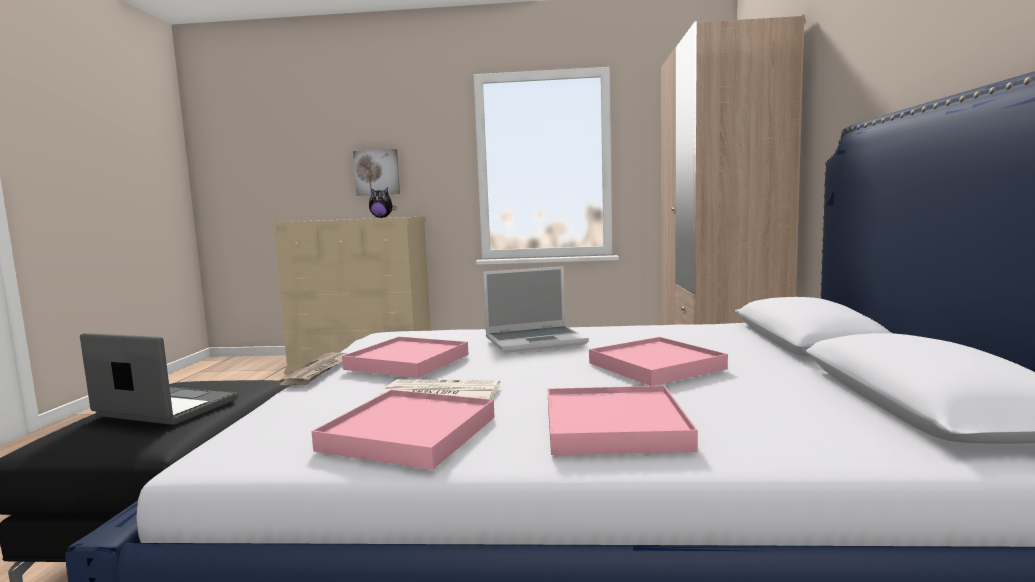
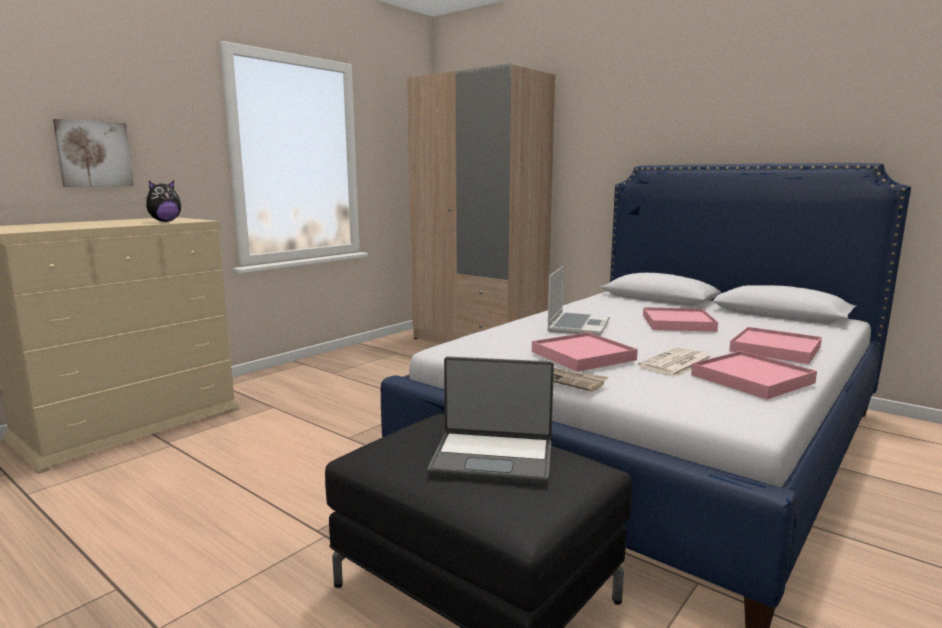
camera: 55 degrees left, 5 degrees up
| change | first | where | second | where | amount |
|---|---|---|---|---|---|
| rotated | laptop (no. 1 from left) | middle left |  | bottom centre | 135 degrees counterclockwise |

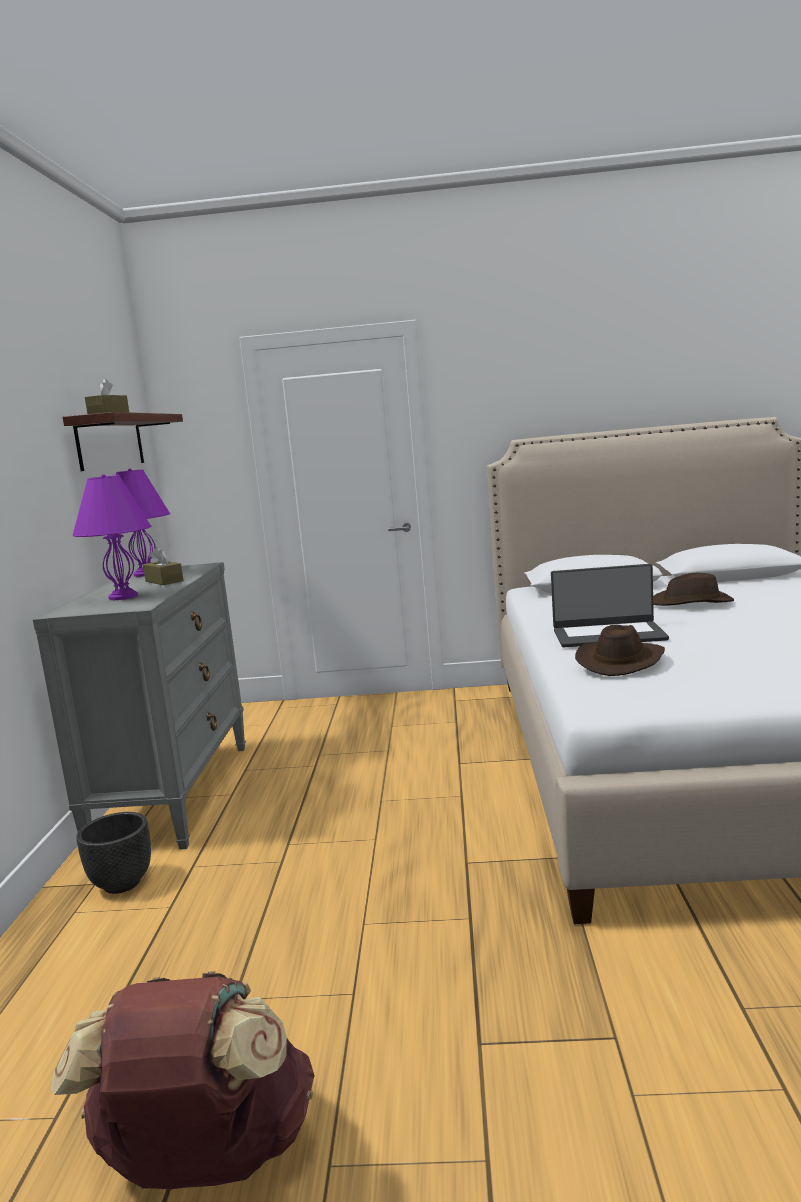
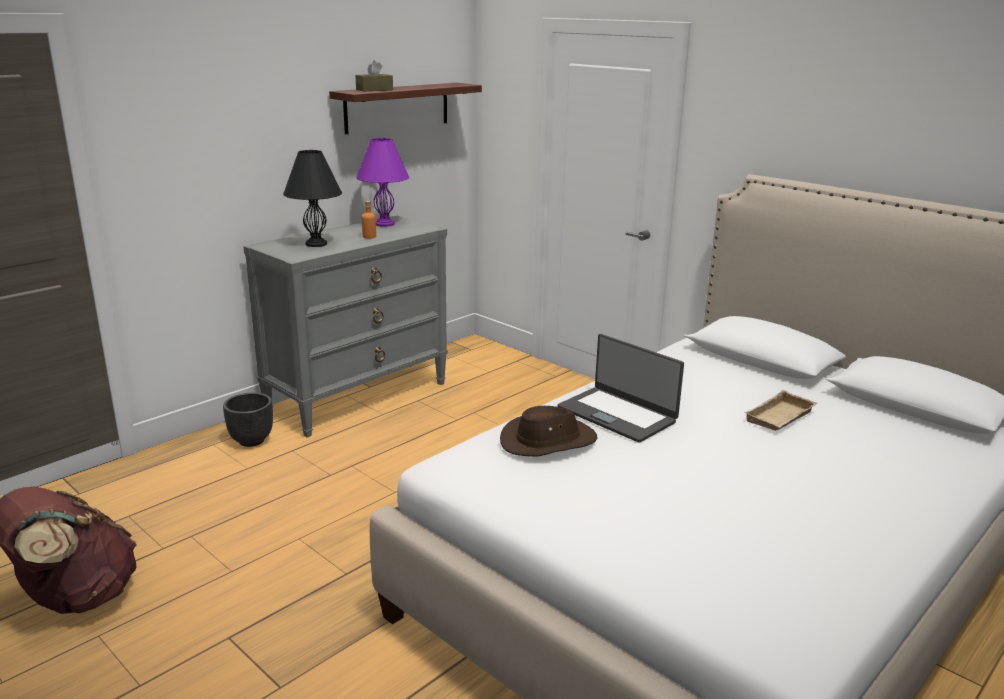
camera: 40 degrees right, 10 degrees up
| change | first | where | second | where | amount |
|---|---|---|---|---|---|
| repainted | table lamp (purple) (no. 1 from left) | middle left | table lamp (black) | top left |  |
| swapped | tissue box (brown) (no. 2 from left) | middle left | bottle (orange) | top centre |  |
| swapped | hat (brown) (no. 2 from left) | middle right | tray (beige) | middle right |  |

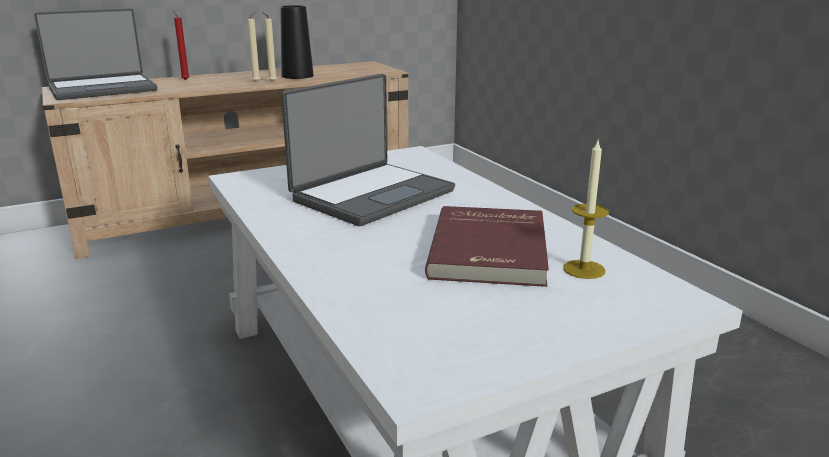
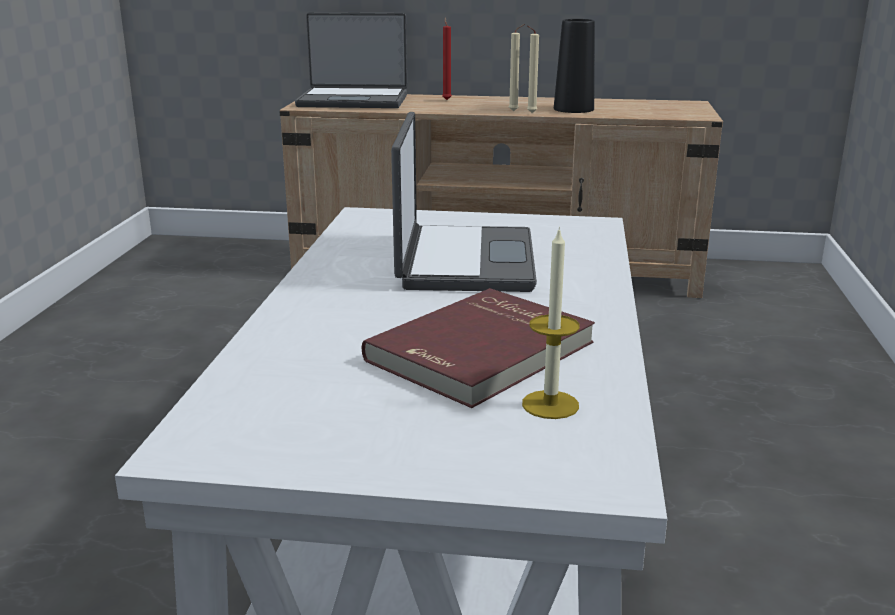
camera: 35 degrees right, 0 degrees up
| change | first | where | second | where | amount |
|---|---|---|---|---|---|
| rotated | laptop (no. 2 from left) | top centre |  | top centre | 75 degrees counterclockwise |

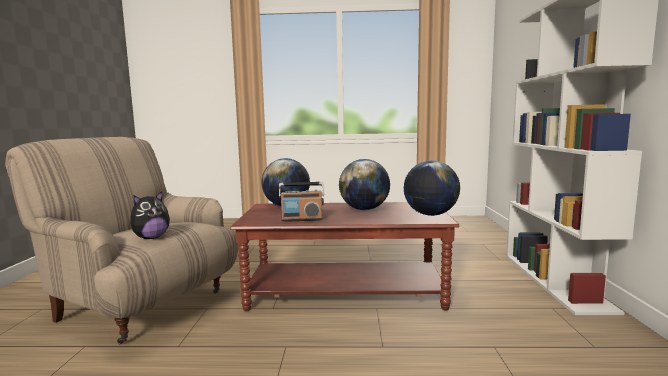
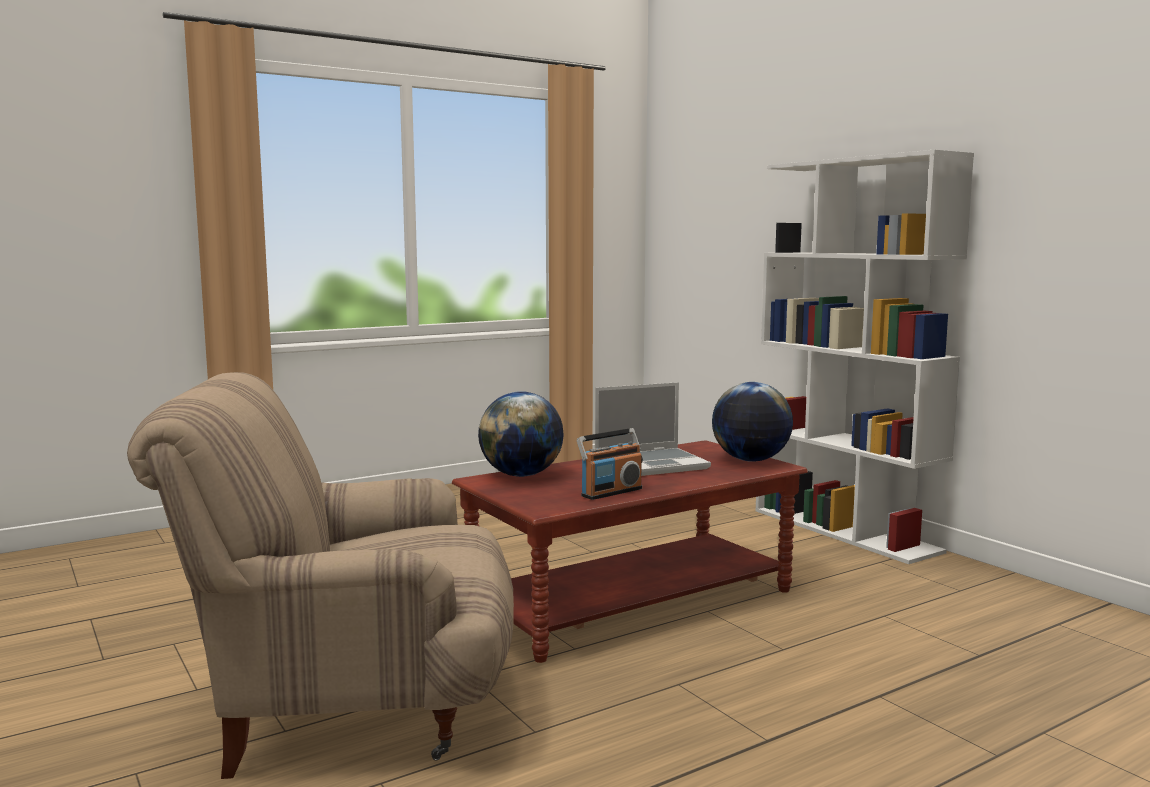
camera: 35 degrees left, 0 degrees up
| change | first | where | second | where | amount |
|---|---|---|---|---|---|
| swapped | globe (no. 2 from left) | centre | laptop | centre |  |
| gone | plush toy | middle left |  |  |  |

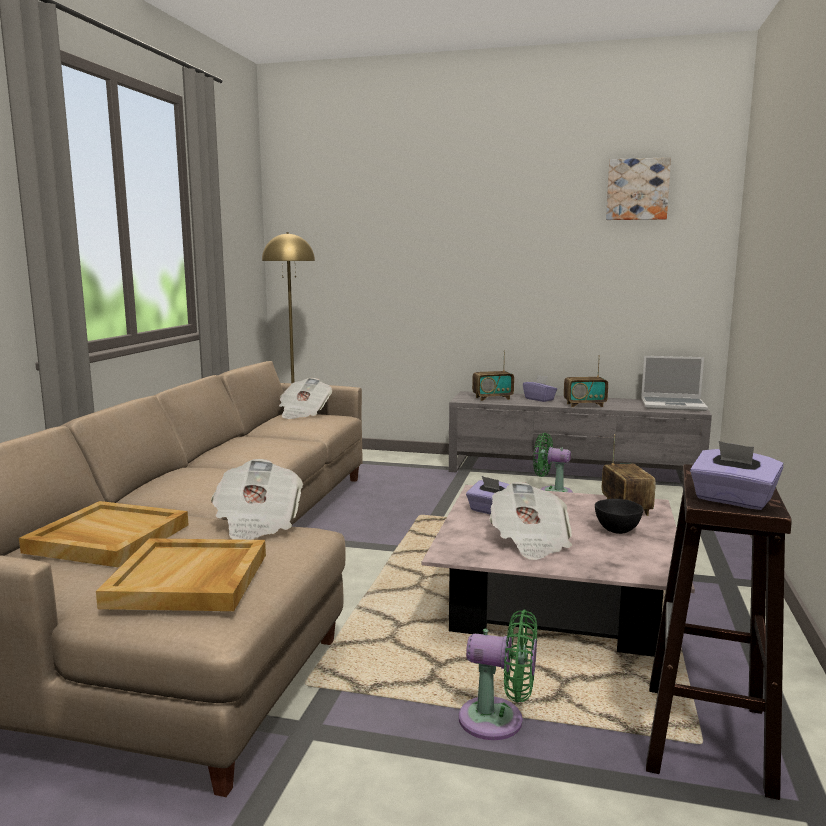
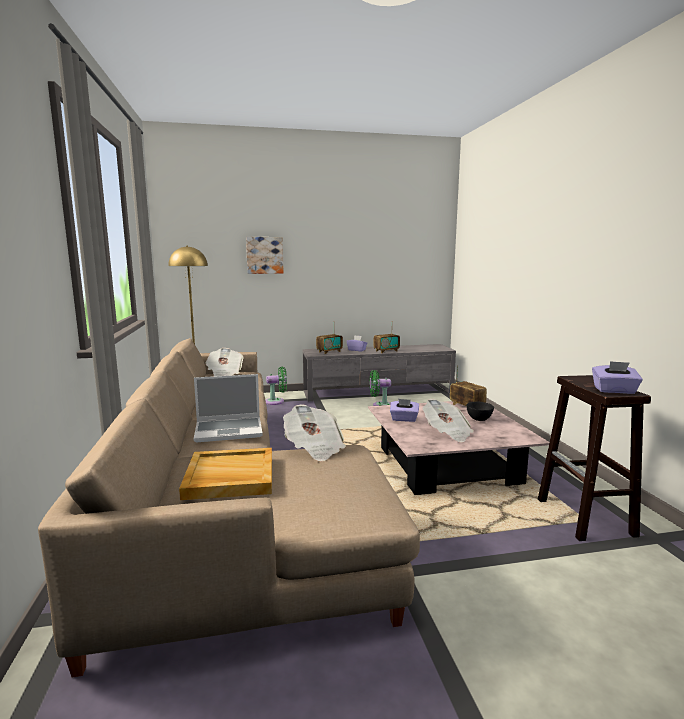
camera: 25 degrees left, 0 degrees up
| change | first | where | second | where | amount |
|---|---|---|---|---|---|
| shifted | laptop | middle right |  | centre |  |
| shifted | picture | top right |  | centre |  |
| shifted | fan (green) (no. 1 from left) | bottom centre |  | centre |  |
| gone | tray (beige) (no. 2 from left) | bottom left |  |  |  |

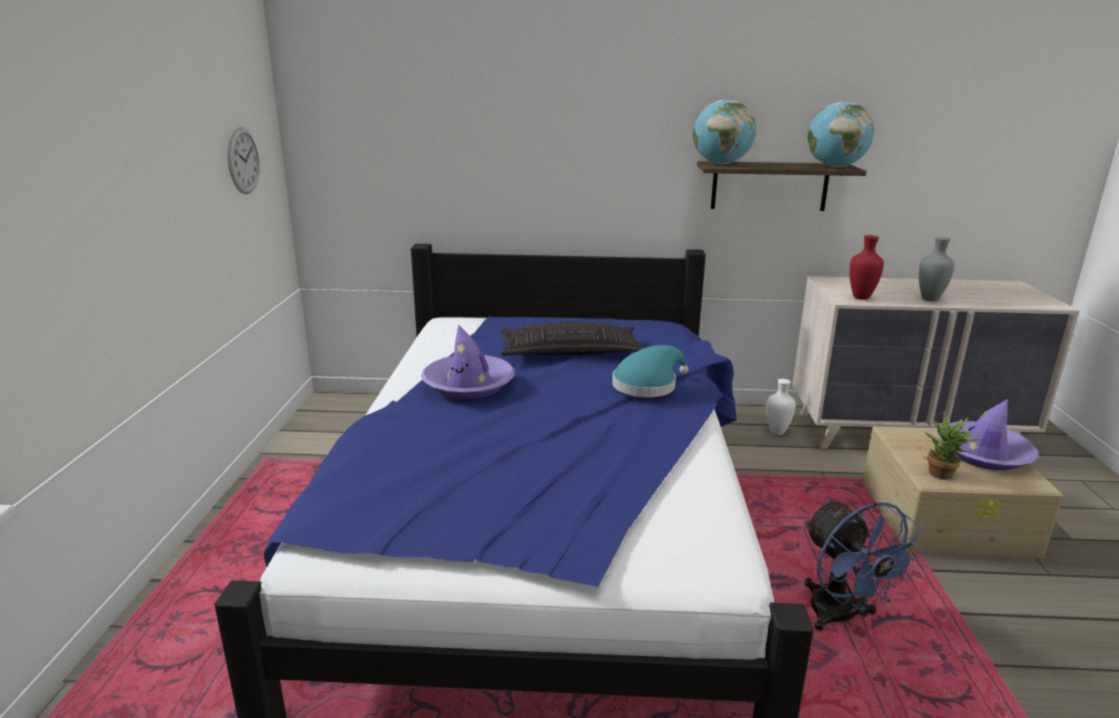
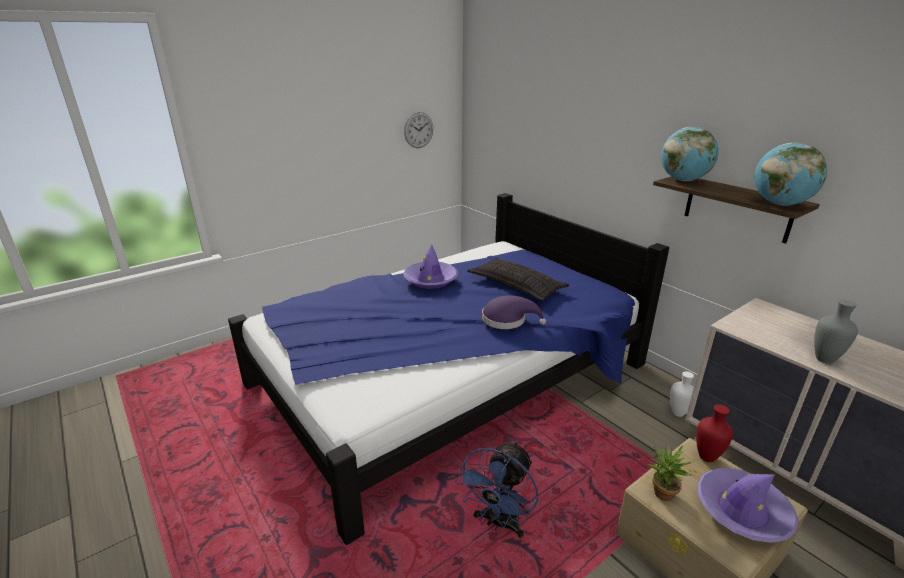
camera: 50 degrees right, 5 degrees up
| change | first | where | second | where | amount |
|---|---|---|---|---|---|
| repainted | hat (turquoise) | centre | hat (purple) (no. 2 from left) | centre |  |
| shifted | vase (red) | middle right |  | bottom right |  |

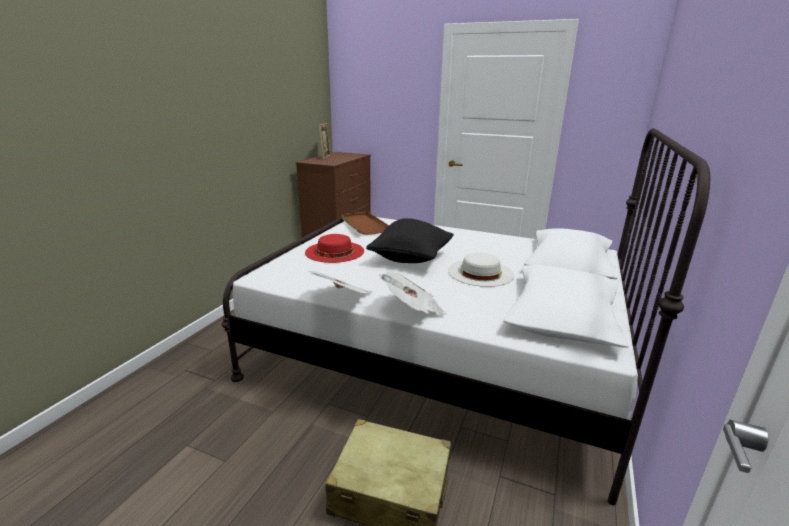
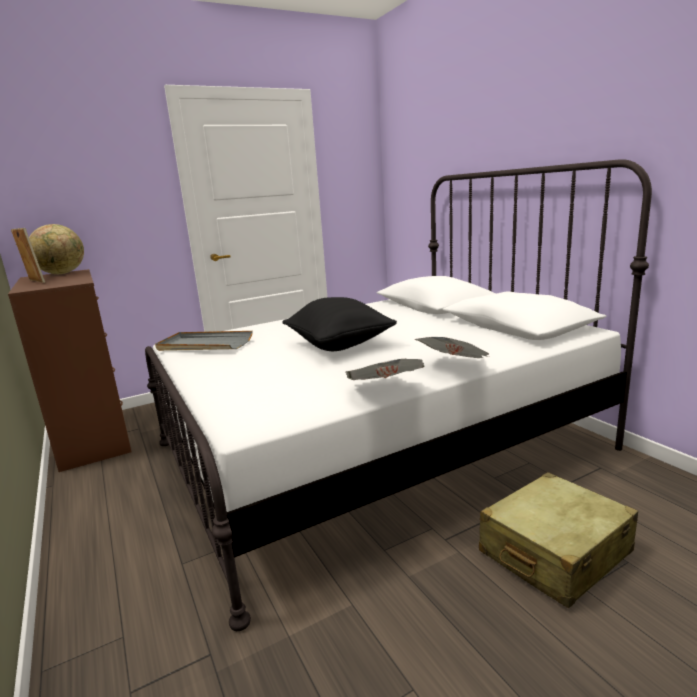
camera: 50 degrees left, 5 degrees down
| change | first | where | second | where | amount |
|---|---|---|---|---|---|
| new |  |  | globe | middle left |  |
| repainted | tray (brown) | centre | tray (grey) | middle left |  |
| gone | hat (red) | centre |  |  |  |
| gone | hat (white) | centre |  |  |  |

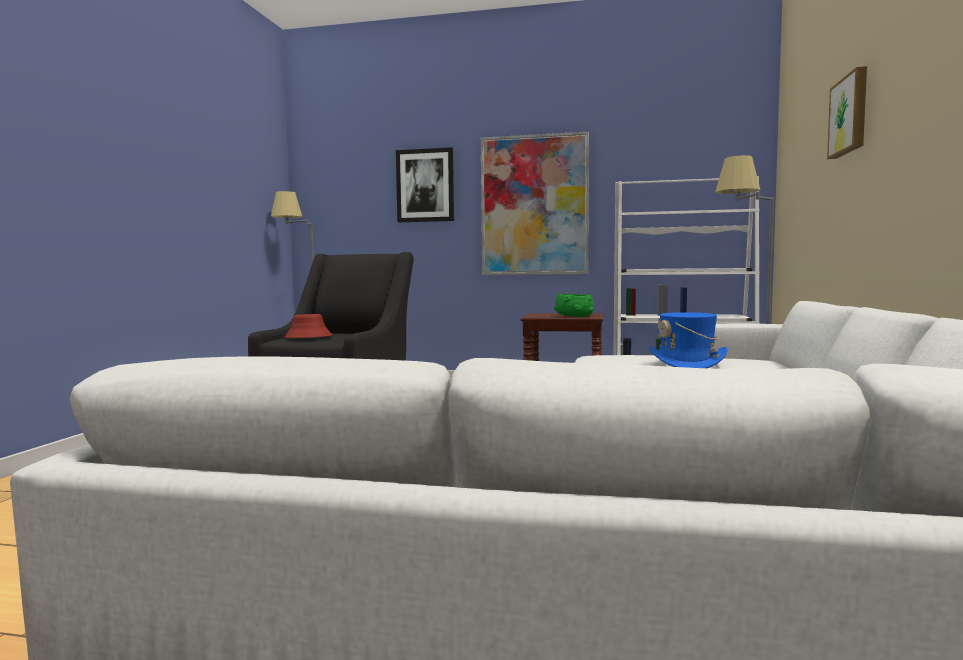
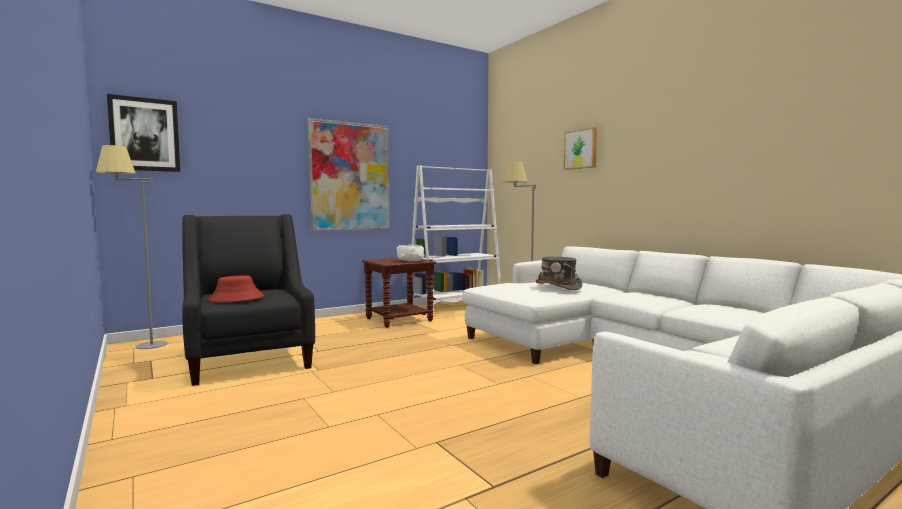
camera: 45 degrees left, 0 degrees up
| change | first | where | second | where | amount |
|---|---|---|---|---|---|
| shifted | picture (no. 1 from left) | top centre |  | top left |  |
| repainted | bowl (green) | centre | bowl (white) | centre |  |
| repainted | hat (blue) | middle right | hat (grey) | centre |  |

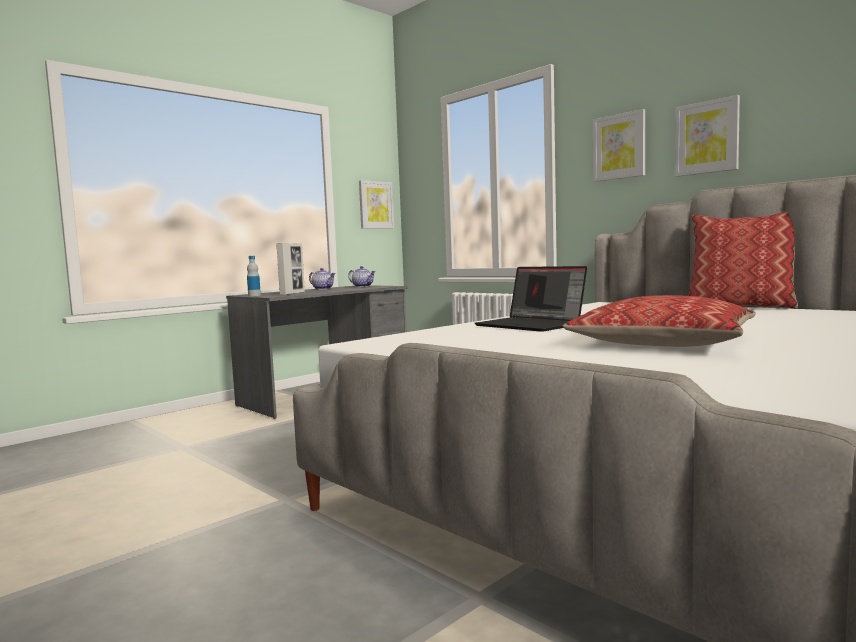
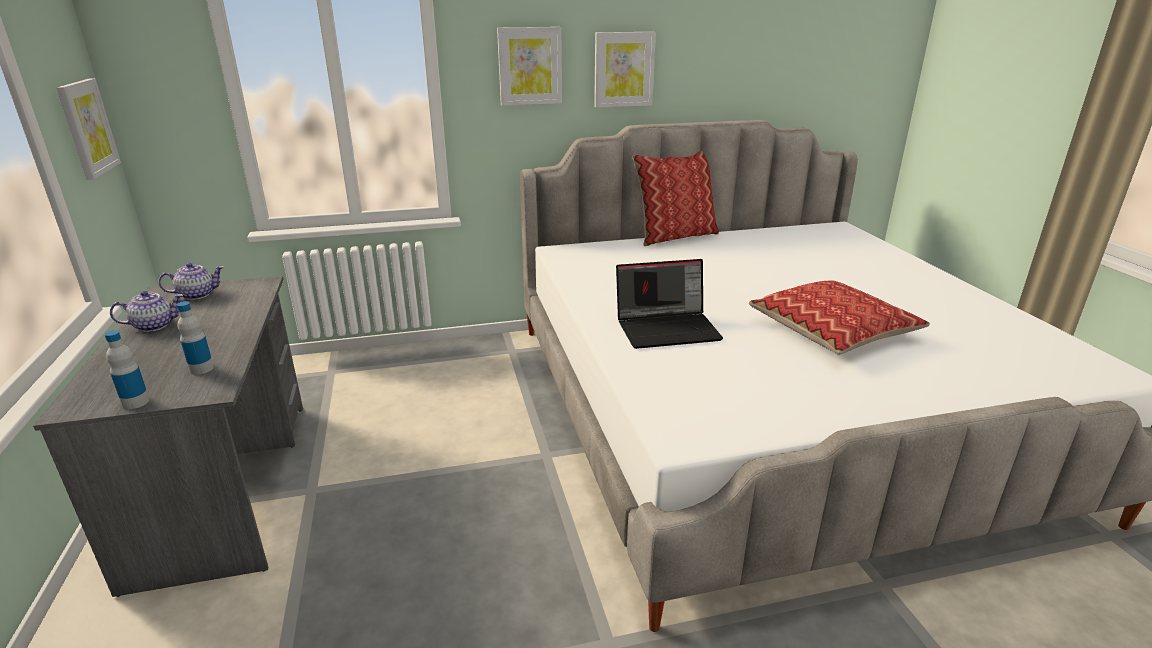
camera: 60 degrees left, 20 degrees up
| change | first | where | second | where | amount |
|---|---|---|---|---|---|
| swapped | picture frame | centre | bottle (no. 2 from left) | middle left |  |

